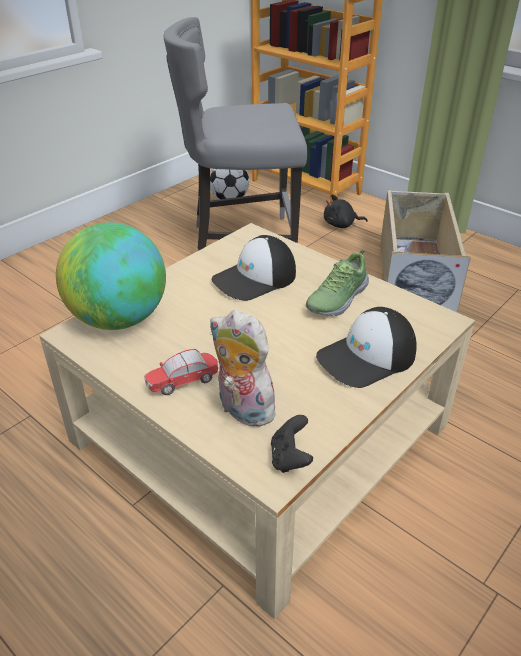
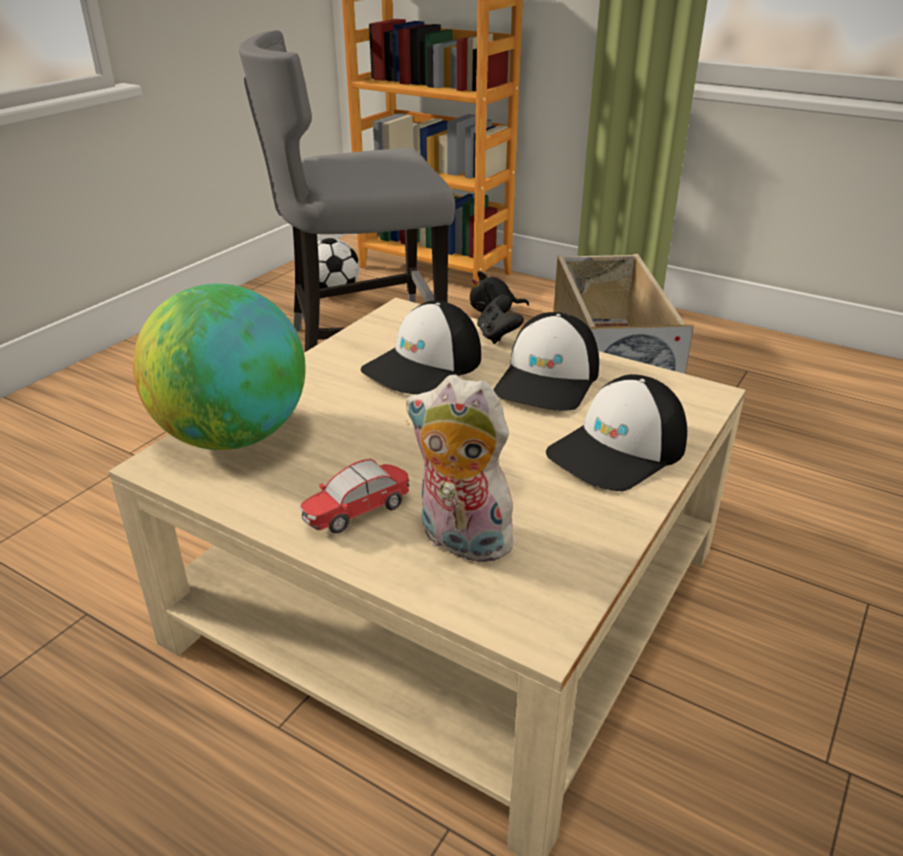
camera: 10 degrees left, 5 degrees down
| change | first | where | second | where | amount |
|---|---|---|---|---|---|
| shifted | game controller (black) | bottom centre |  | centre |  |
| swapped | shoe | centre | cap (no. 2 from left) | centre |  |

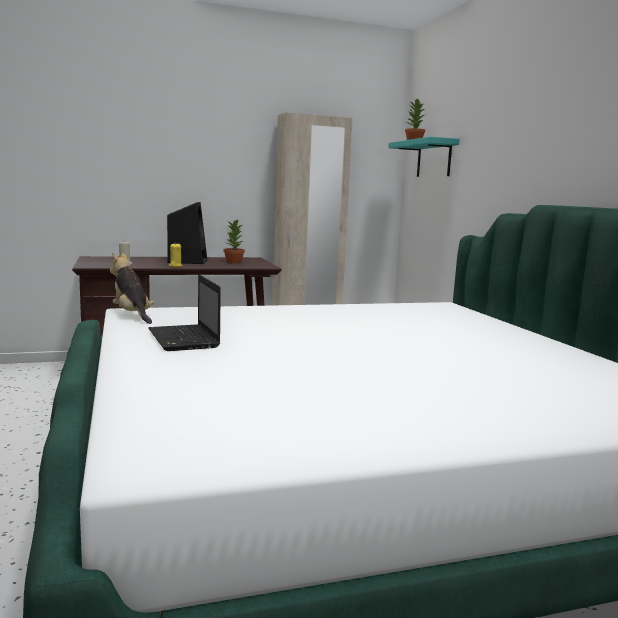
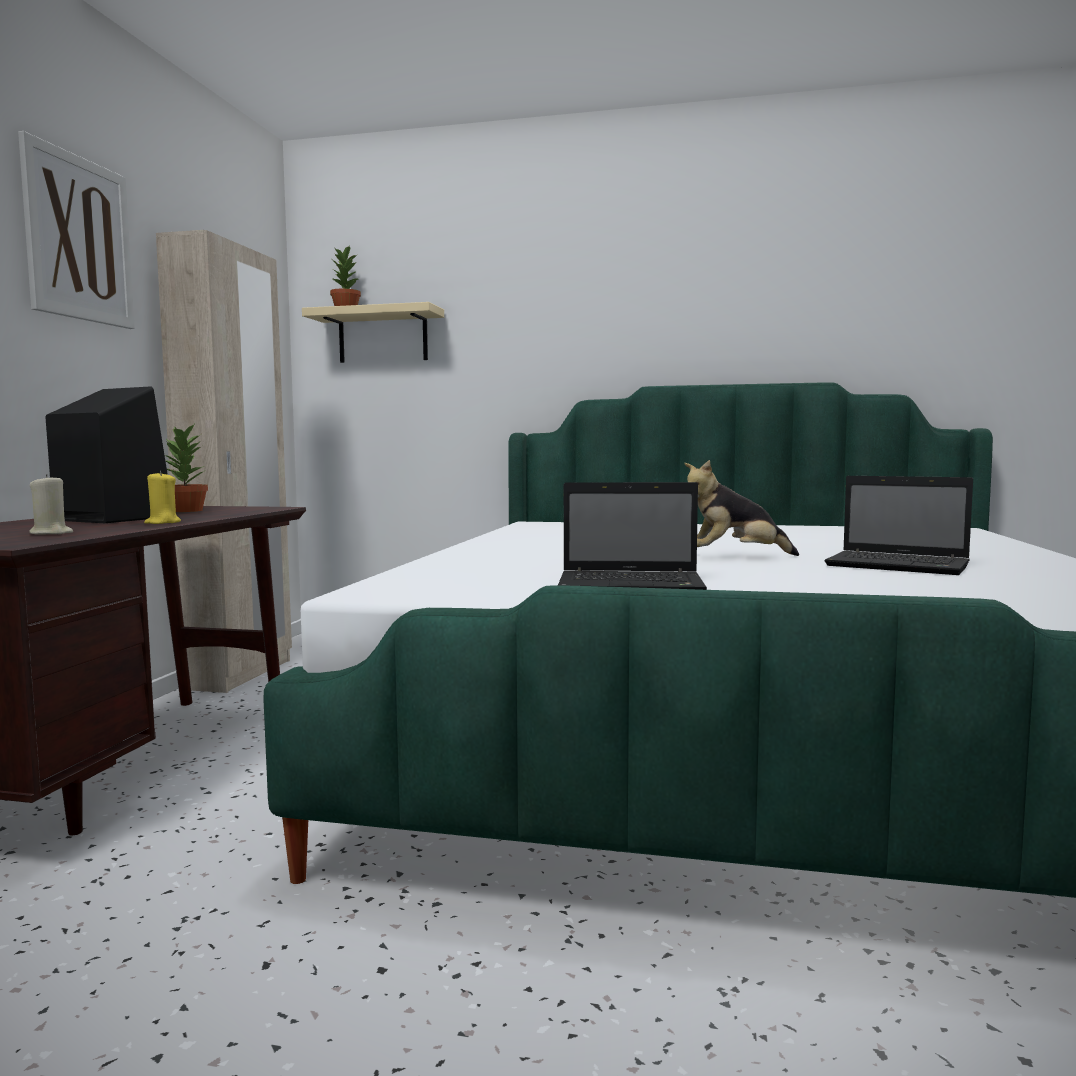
camera: 60 degrees left, 5 degrees down
| change | first | where | second | where | amount |
|---|---|---|---|---|---|
| new |  |  | picture | top left |  |
| repainted | shelf (turquoise) | top right | shelf (beige) | top centre |  |
| shifted | plush toy | middle left |  | middle right |  |
| new |  |  | laptop (no. 2 from left) | middle right |  |

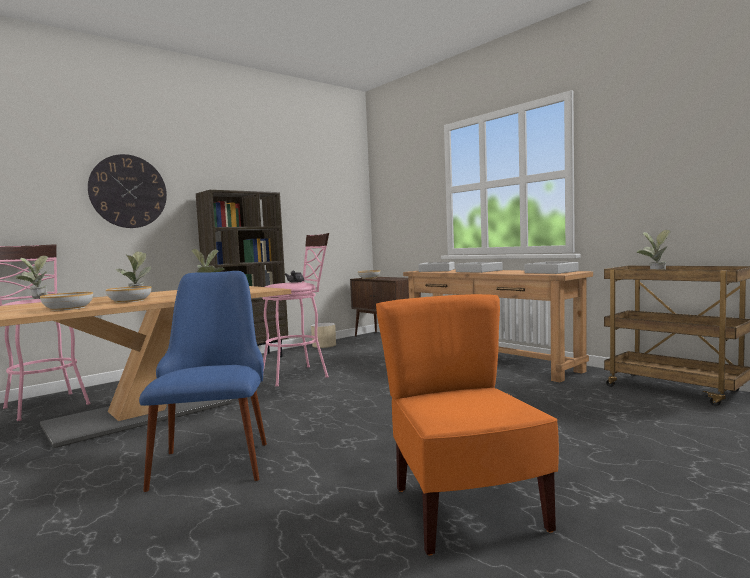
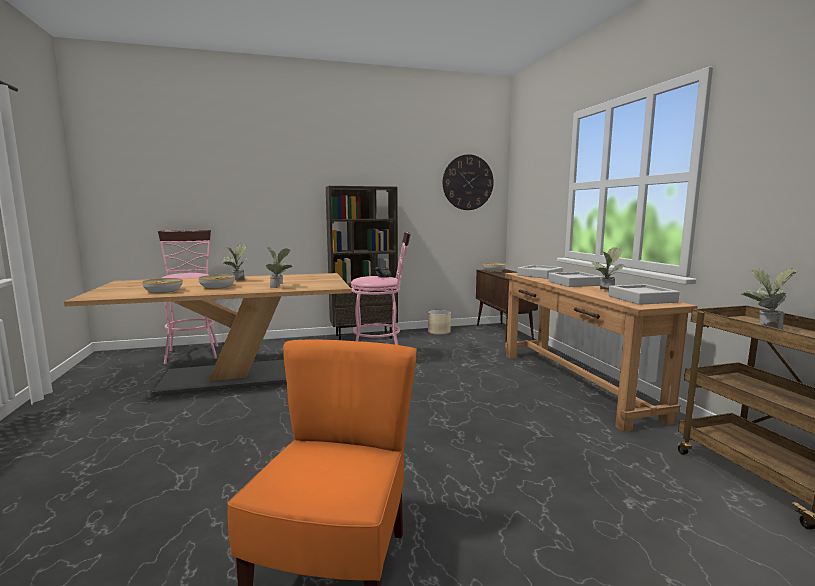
camera: 25 degrees right, 5 degrees up
| change | first | where | second | where | amount |
|---|---|---|---|---|---|
| shifted | wall clock | top left |  | top centre |  |
| shifted | potted plant (no. 1 from left in the first image) | middle left | potted plant (no. 3 from left) | middle right |  |
| gone | chair (blue) | middle left |  |  |  |

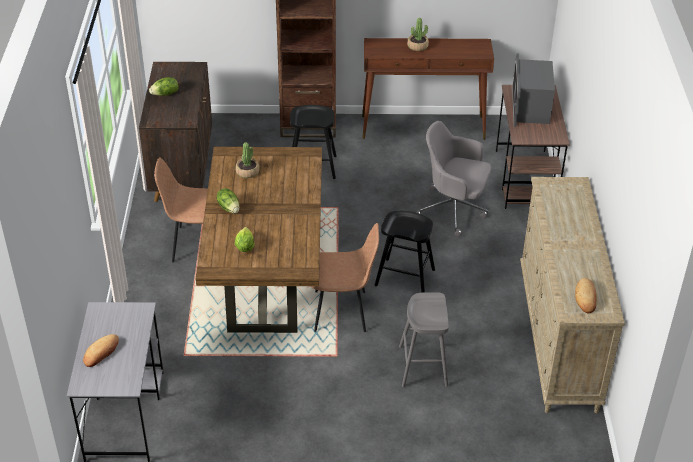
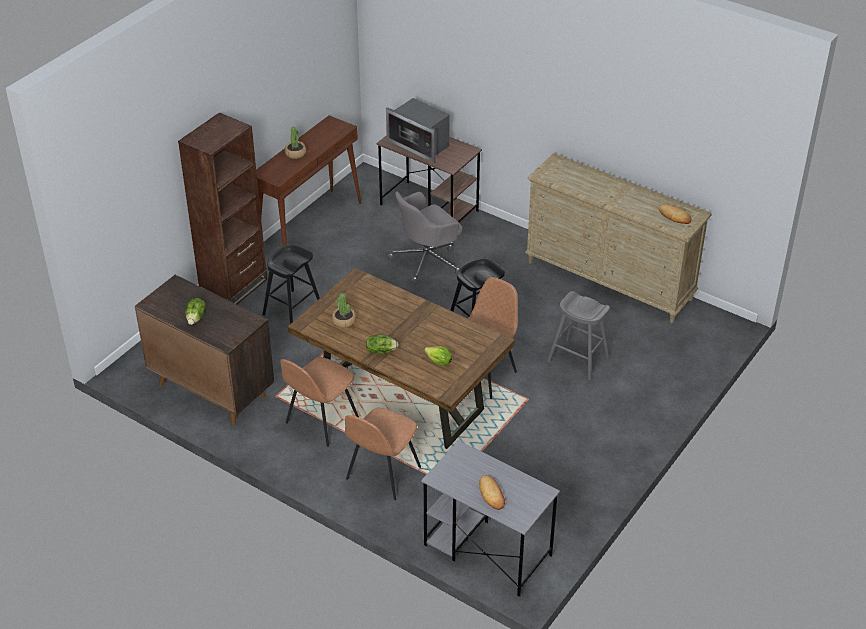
camera: 55 degrees left, 0 degrees up
| change | first | where | second | where | amount |
|---|---|---|---|---|---|
| new |  |  | chair (brown) (no. 2 from left) | bottom centre |  |

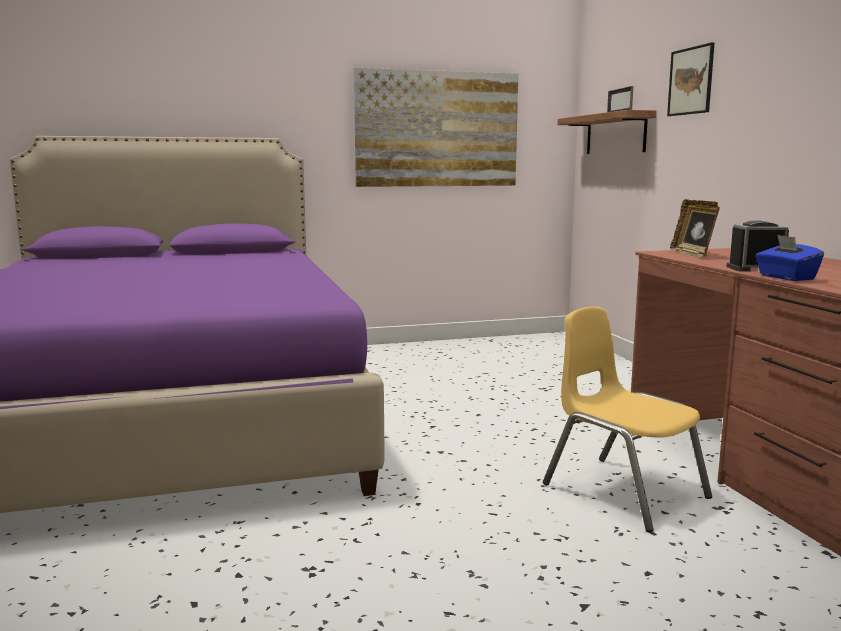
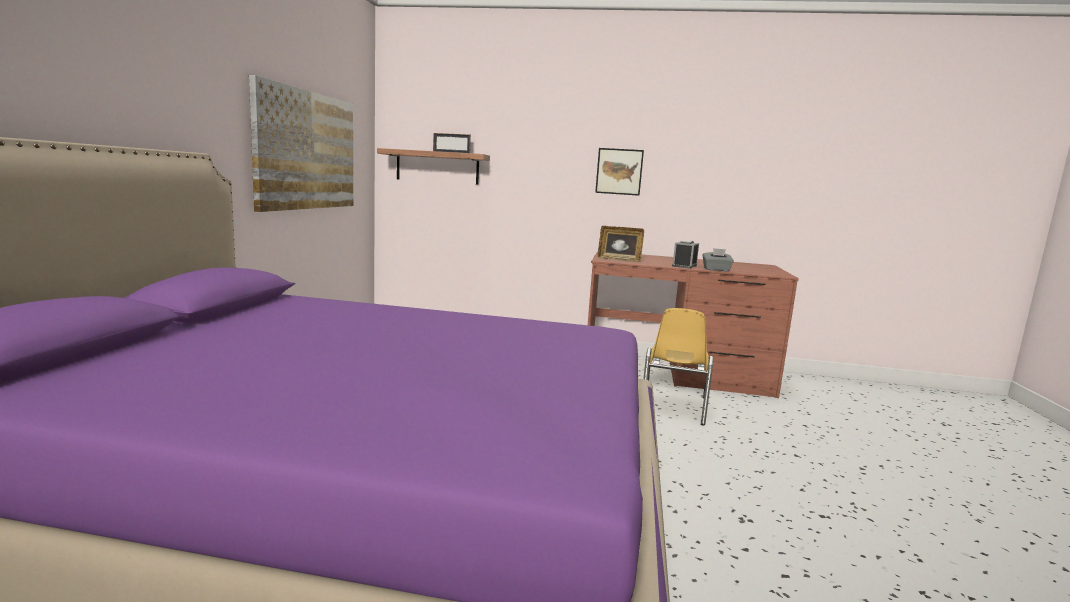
camera: 65 degrees left, 0 degrees up
| change | first | where | second | where | amount |
|---|---|---|---|---|---|
| shifted | picture (no. 2 from left) | top right |  | top centre |  |
| rotated | chair (yellow) | middle right |  | centre | 60 degrees counterclockwise |
| repainted | tissue box (blue) | middle right | tissue box (grey) | middle right |  |

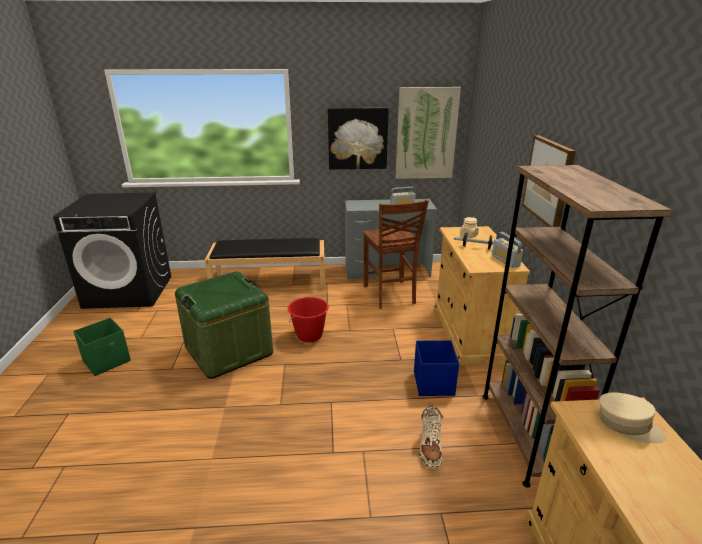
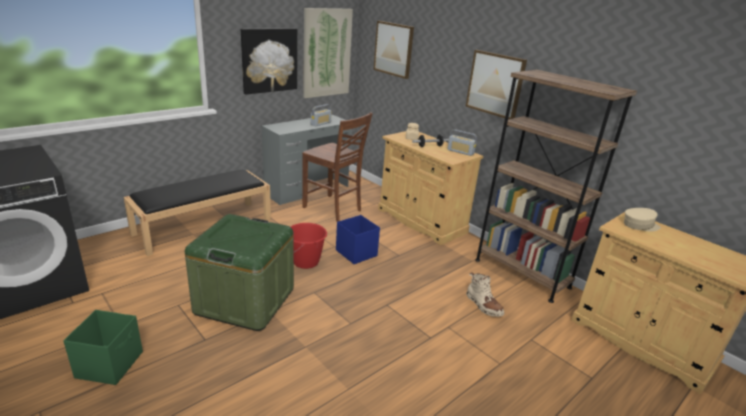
camera: 40 degrees left, 0 degrees up
| change | first | where | second | where | amount |
|---|---|---|---|---|---|
| shifted | storage box (blue) | bottom centre |  | centre |  |
| new |  |  | picture (no. 3 from left) | top centre |  |

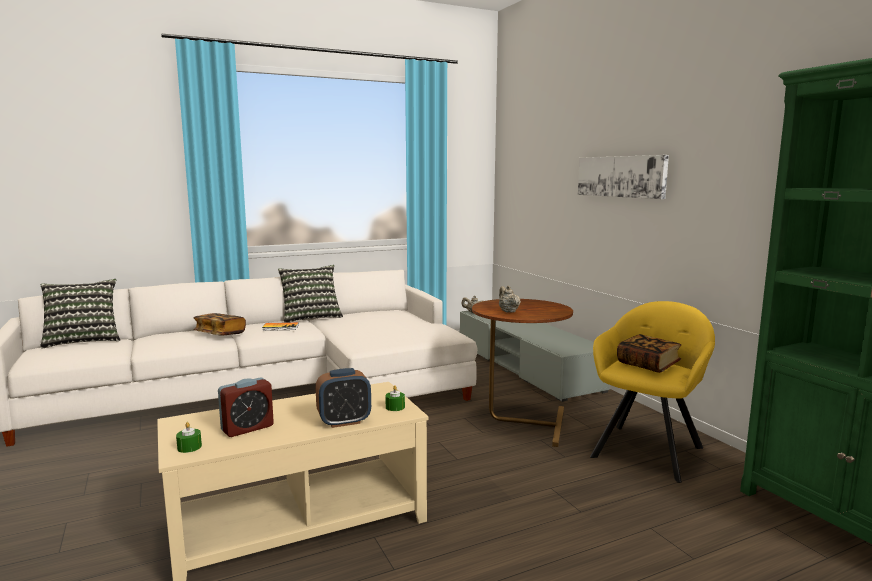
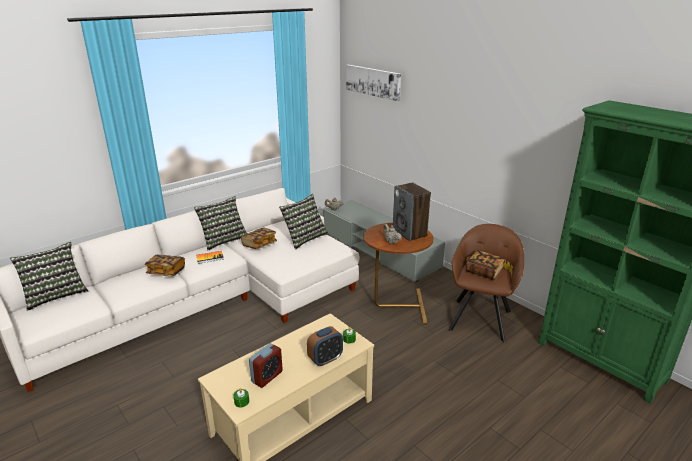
camera: 15 degrees left, 15 degrees up
| change | first | where | second | where | amount |
|---|---|---|---|---|---|
| new |  |  | book (no. 3 from left) | centre |  |
| new |  |  | pillow (no. 3 from left) | centre |  |
| shifted | picture | top right |  | top centre |  |
| new |  |  | speaker | centre |  |
| repainted | armchair (yellow) | bottom right | armchair (brown) | middle right |  |

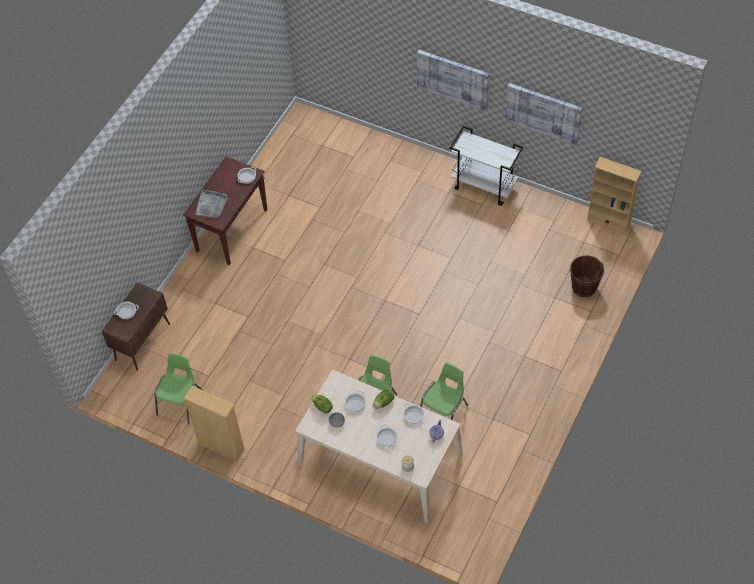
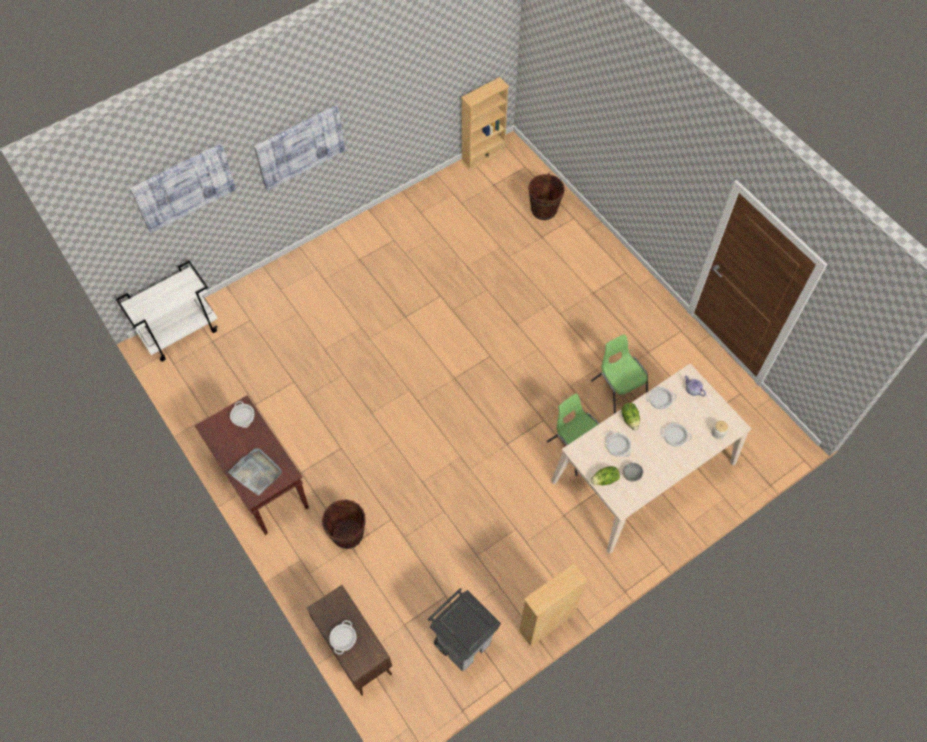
camera: 65 degrees left, 5 degrees up
| change | first | where | second | where | amount |
|---|---|---|---|---|---|
| shifted | cart (white) | top centre |  | middle left |  |
| shifted | picture (no. 2 from left in the first image) | top right | picture (no. 1 from left) | top left |  |
| new |  |  | bucket (brown) (no. 1 from left) | bottom centre |  |
| swapped | chair (green) (no. 1 from left) | middle left | trash can (grey) | bottom centre |  |

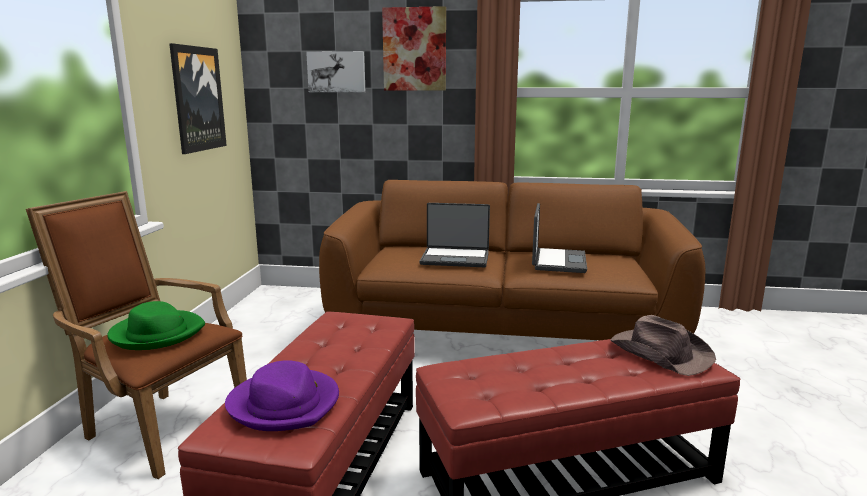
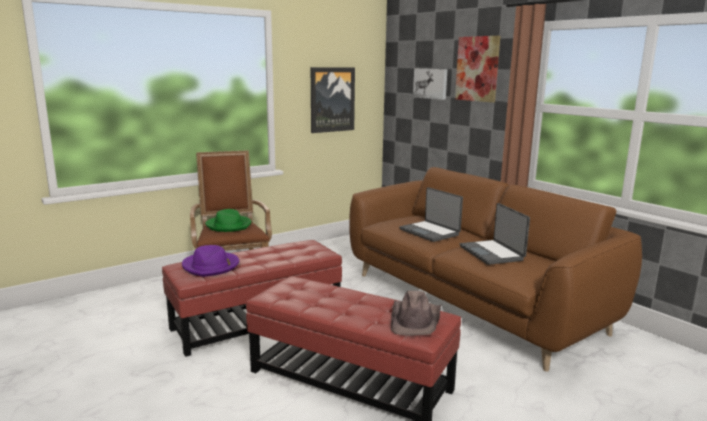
camera: 45 degrees right, 0 degrees up
| change | first | where | second | where | amount |
|---|---|---|---|---|---|
| rotated | laptop (no. 2 from left) | centre |  | middle right | 105 degrees clockwise |

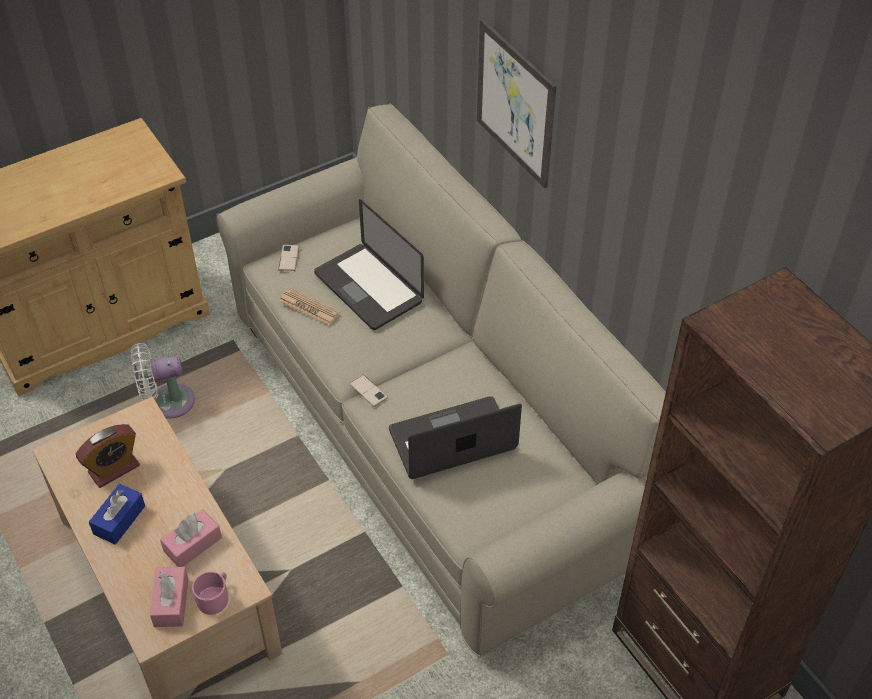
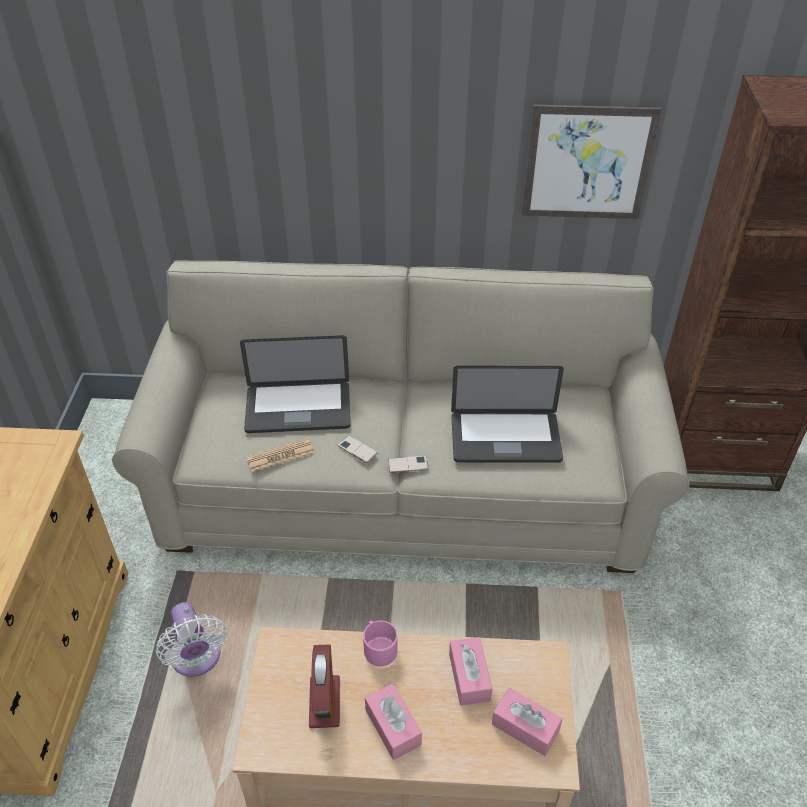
camera: 55 degrees left, 5 degrees down
| change | first | where | second | where | amount |
|---|---|---|---|---|---|
| rotated | fan (white) | middle left |  | bottom left | 45 degrees counterclockwise |
| shifted | phone (no. 1 from left) | middle left |  | centre |  |
| shifted | mug (pink) | bottom left |  | bottom centre |  |
| repainted | tissue box (blue) | bottom left | tissue box (pink) (no. 1 from left) | bottom centre |  |
| rotated | laptop (no. 2 from left) | centre |  | centre | 105 degrees counterclockwise |
| shifted | picture | top centre |  | top right |  |

